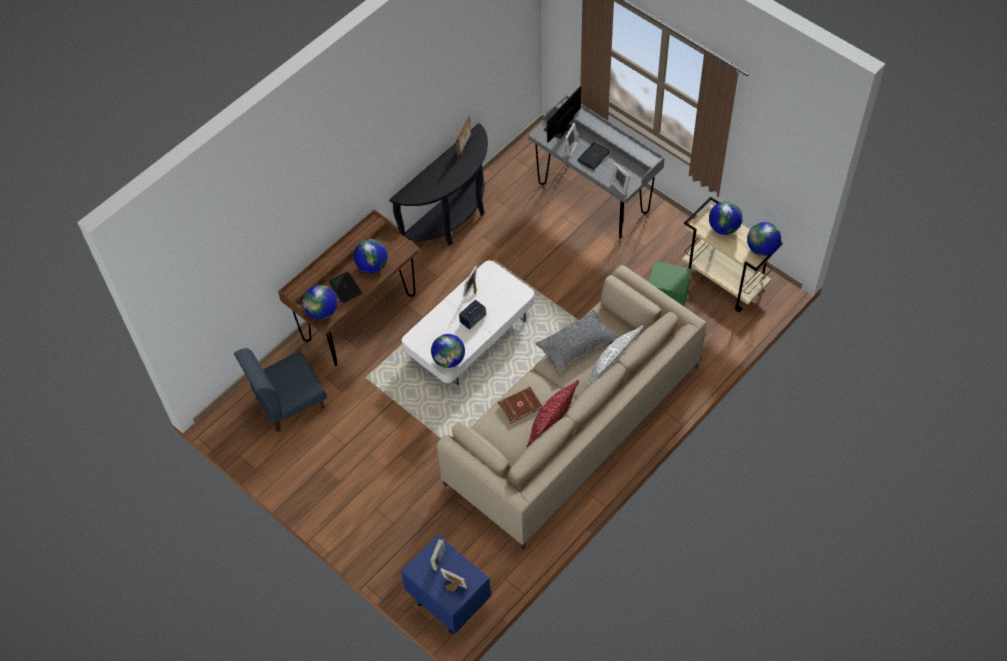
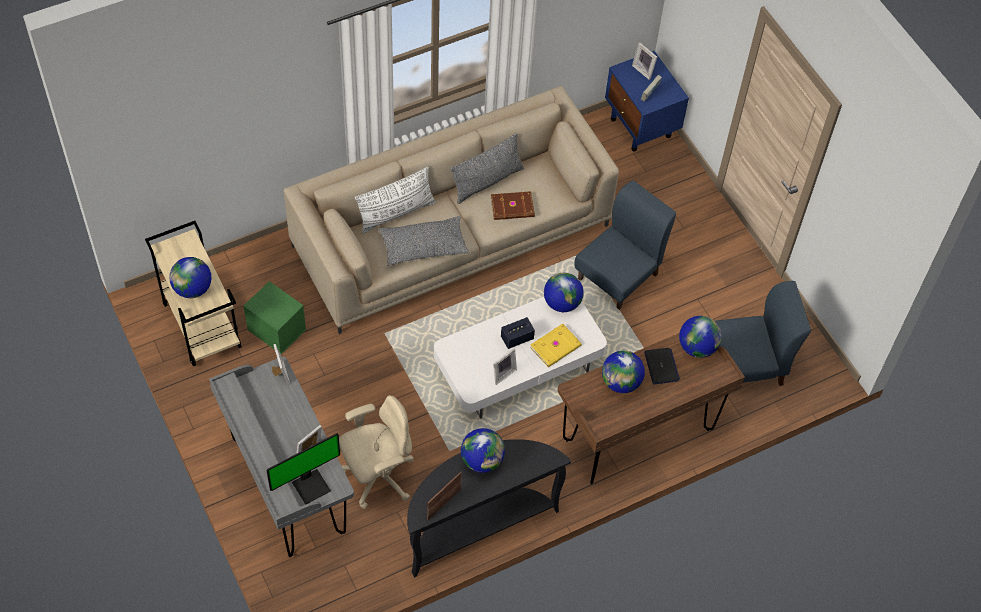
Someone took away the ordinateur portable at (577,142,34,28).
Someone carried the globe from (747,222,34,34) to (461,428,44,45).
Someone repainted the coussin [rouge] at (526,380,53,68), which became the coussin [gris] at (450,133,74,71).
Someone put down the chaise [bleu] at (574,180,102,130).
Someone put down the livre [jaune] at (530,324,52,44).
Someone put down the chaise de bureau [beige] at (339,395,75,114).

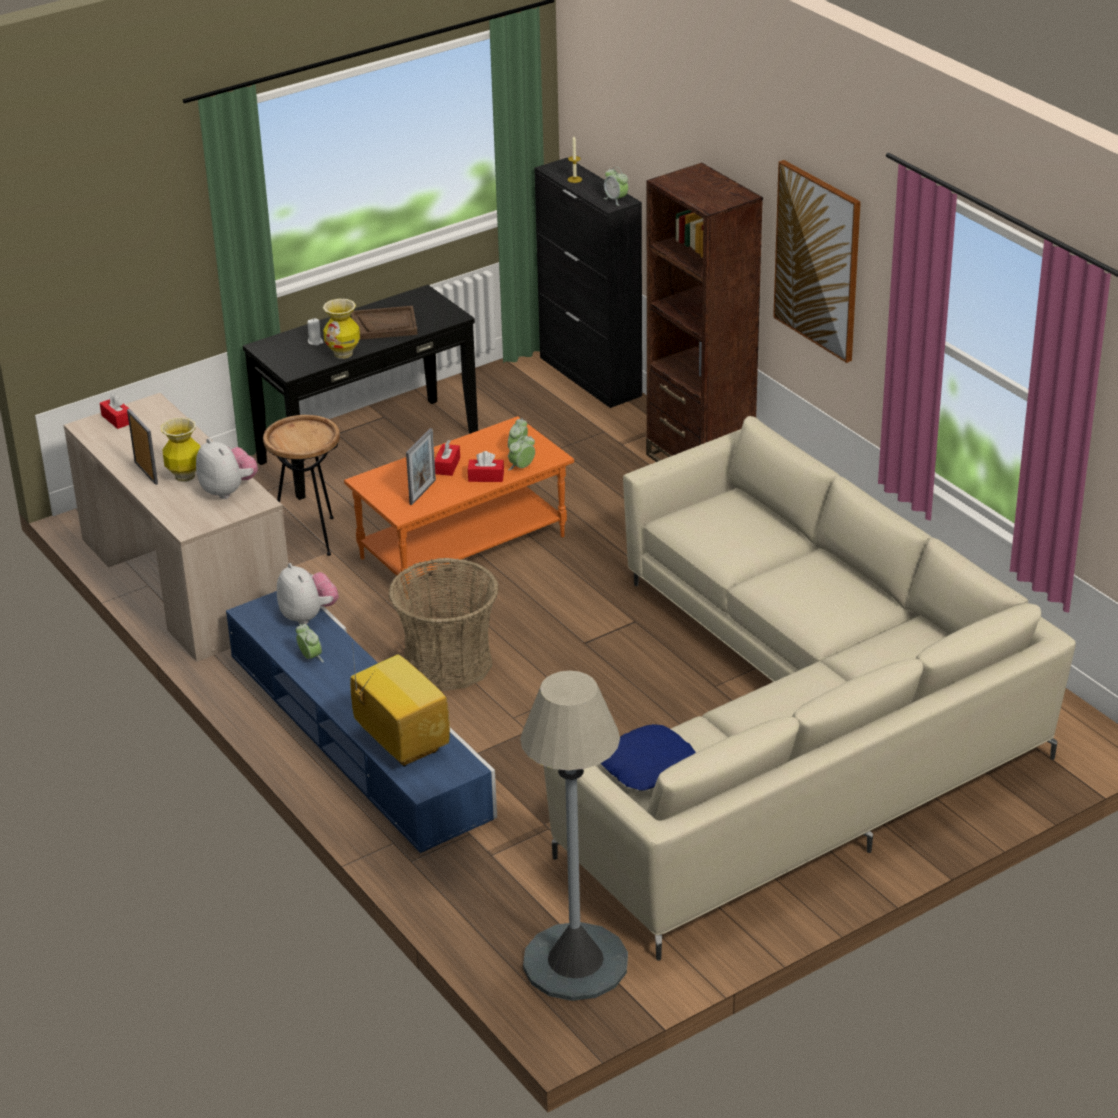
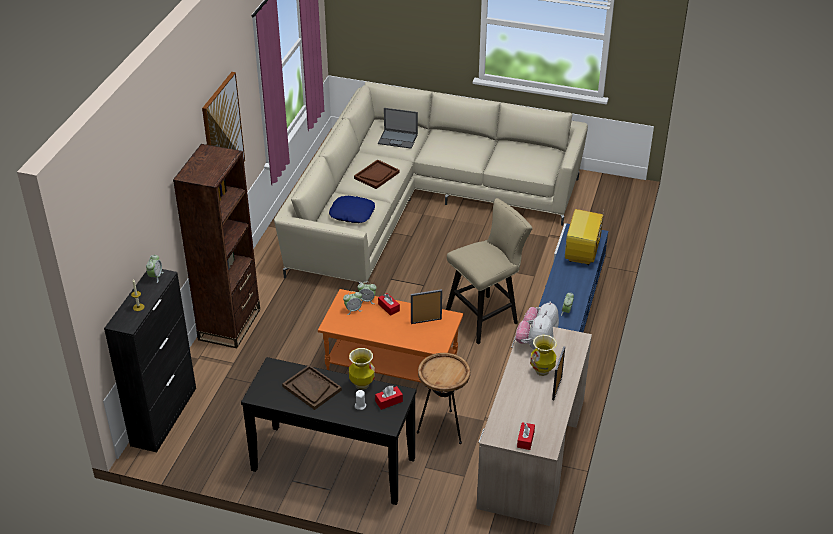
Someone carried the boîte à mouchoirs [rouge] from (435,440,25,36) to (375,386,28,24).
Someone swapped the panier at (388,558,111,133) for the tabouret [beige] at (446,198,87,146).
Someone took away the lampadaire [gris] at (520,671,108,330).
Someone carried the coussin [bleu] from (601,724,95,67) to (329,196,46,27).
Someone put down the ordinateur portable at (378,108,40,41).
Someone put down the plateau [marron] at (354,160,46,29).

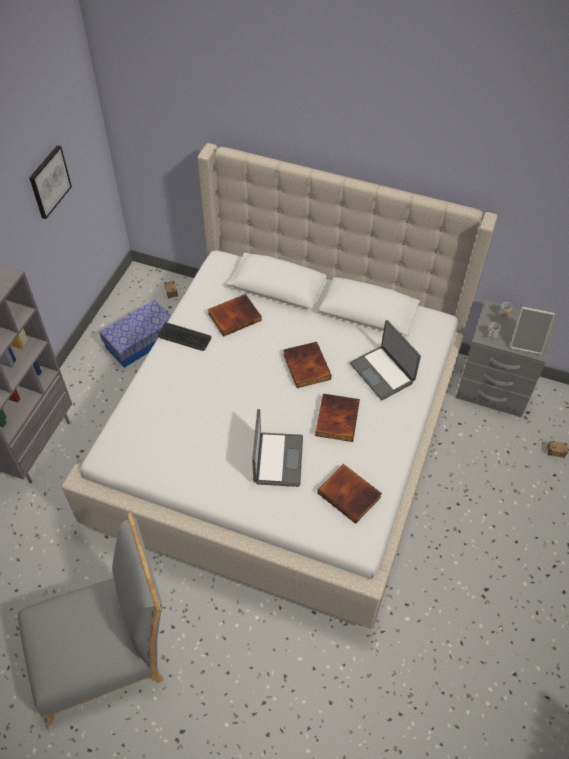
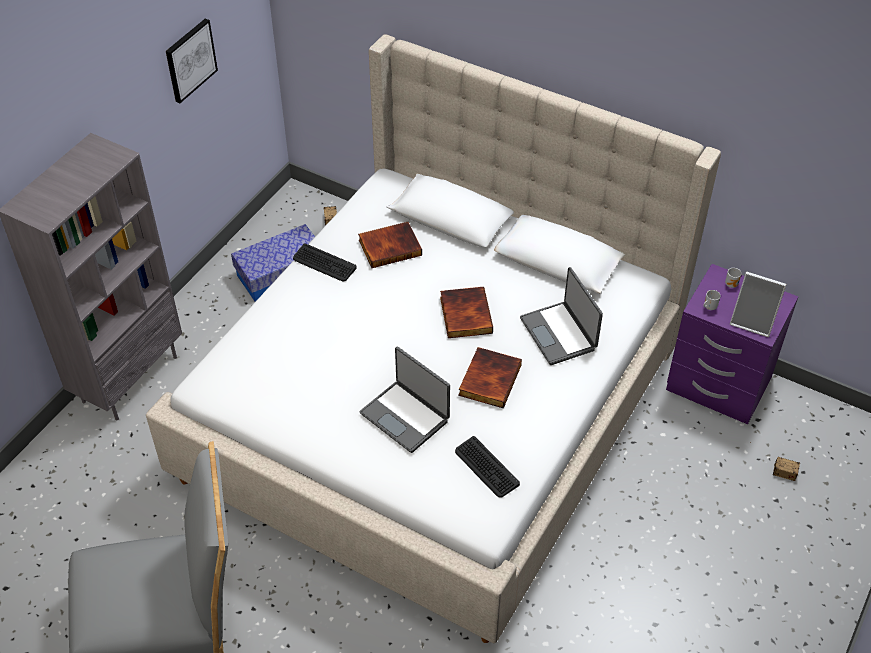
Someone repainted the table de chevet [gris] at (456,299,100,118), which became the table de chevet [violet] at (666,264,132,160).
Someone rotated the ordinateur portable at (252,409,51,78) by 120 degrees clockwise.
Someone swapped the livre at (317,464,65,60) for the clavier at (455,436,65,62).

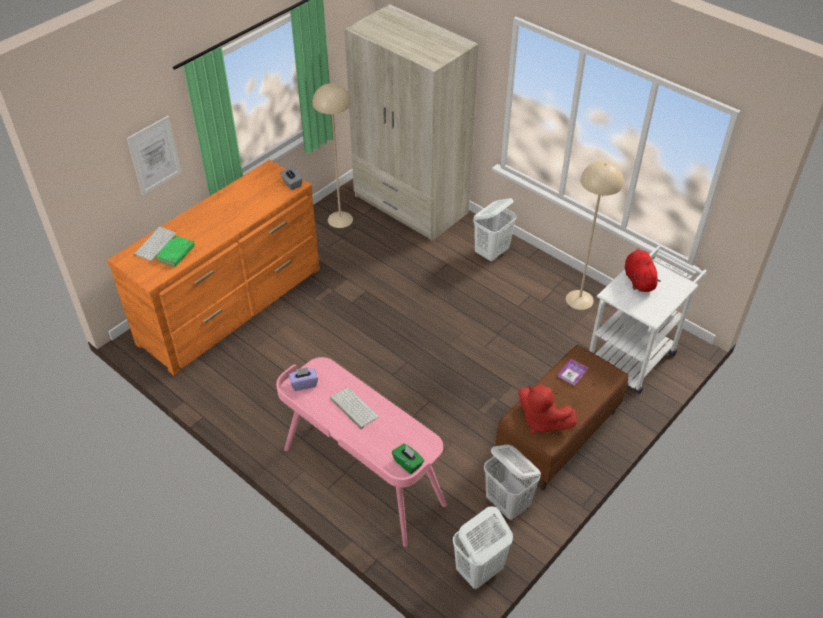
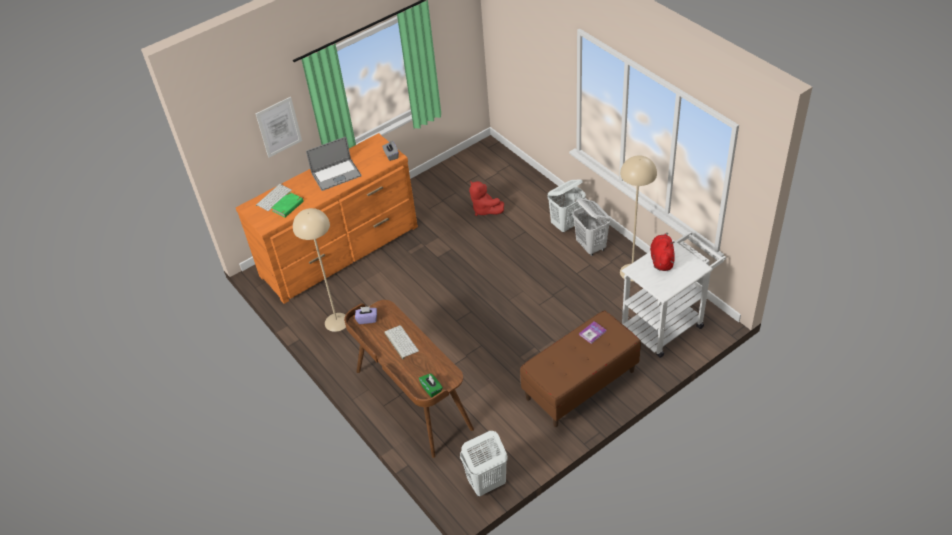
Someone took away the armoire [beige] at (345,4,134,237).
Someone carried the lampadaire [beige] from (312,83,41,145) to (293,208,53,124).
Someone repainted the bureau [rose] at (276,357,171,190), which became the bureau [marron] at (344,300,130,158).
Someone carried the peluche [rouge] from (518,385,60,48) to (469,181,35,35).
Someone carried the panier à linge [blanc] from (484,445,57,76) to (573,198,38,58).
Someone put down the ordinateur portable at (306,137,56,54).

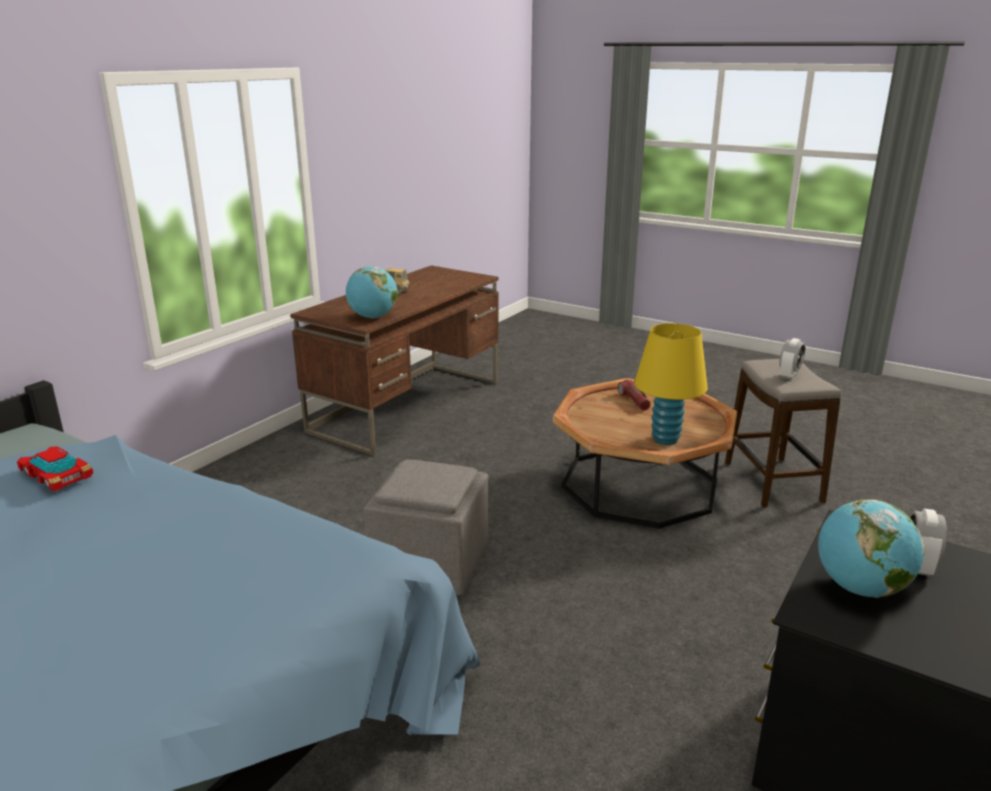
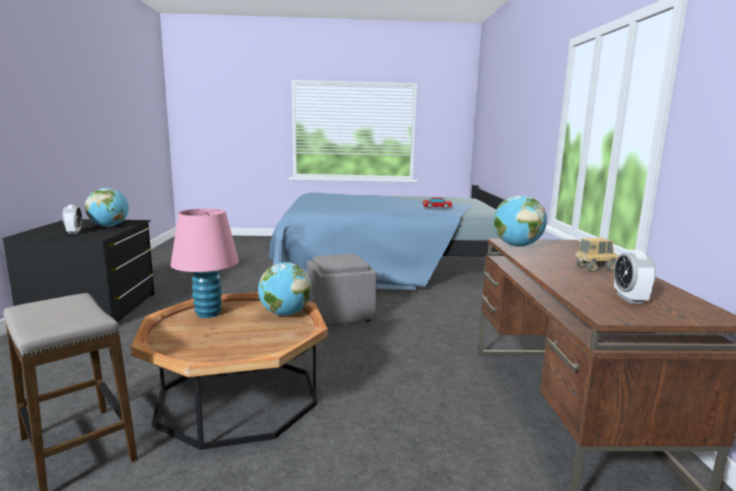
Someone repainted the lampe de table [jaune] at (634,323,74,122), which became the lampe de table [rose] at (171,208,68,110).
Someone carried the réveil from (779,338,27,42) to (614,250,42,54).
Someone took away the lampe de poche at (618,380,33,30).
Someone put down the globe at (258,262,53,54).

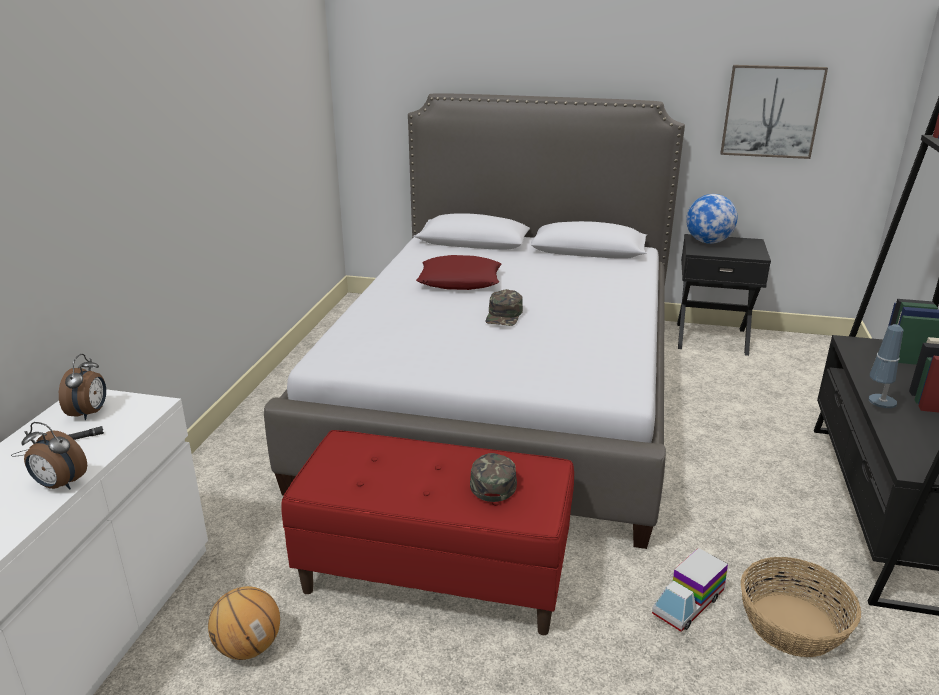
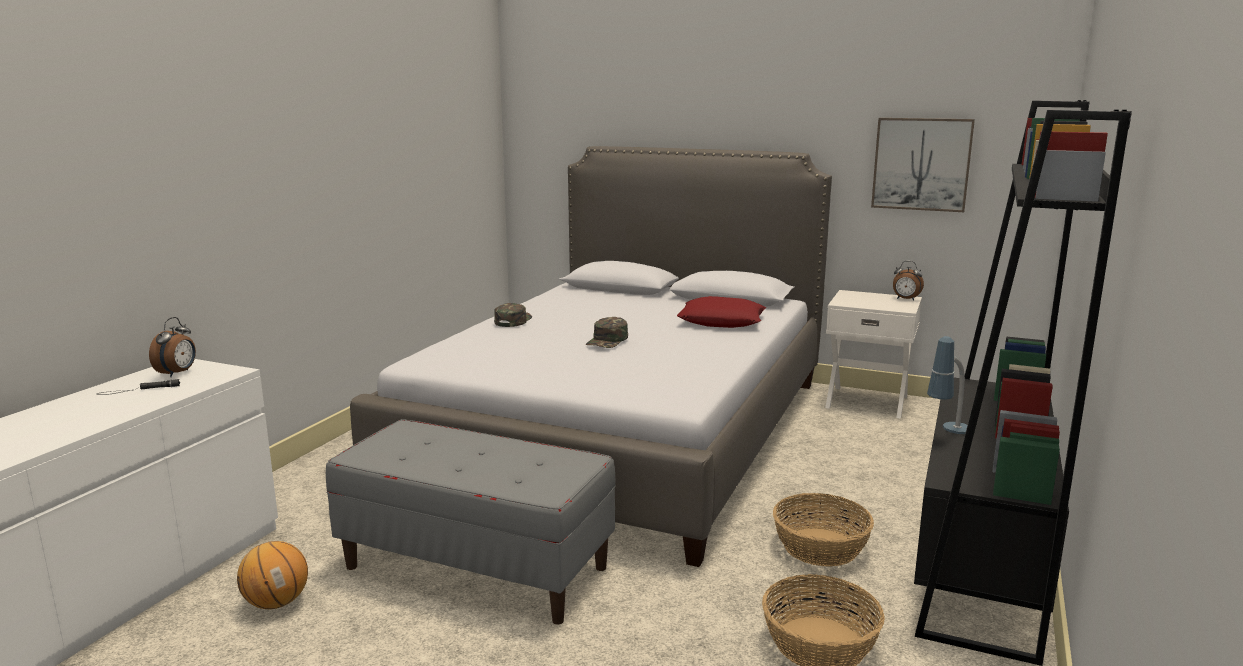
Someone took away the globe at (686,194,52,50).
Someone repainted the table de chevet [noir] at (677,234,94,122), which became the table de chevet [blanc] at (825,290,97,129).
Someone carried the coussin [rouge] from (416,255,86,35) to (677,296,89,32).
Someone carried the réveil from (21,422,66,67) to (893,261,31,40).
Someone repainted the banc [rouge] at (281,430,293,205), which became the banc [gris] at (326,419,290,205).
Someone carried the casquette [vert] from (470,453,47,49) to (494,303,38,24).
Someone took away the camion jouet at (652,548,76,84).
Someone put down the panier at (773,493,101,74).

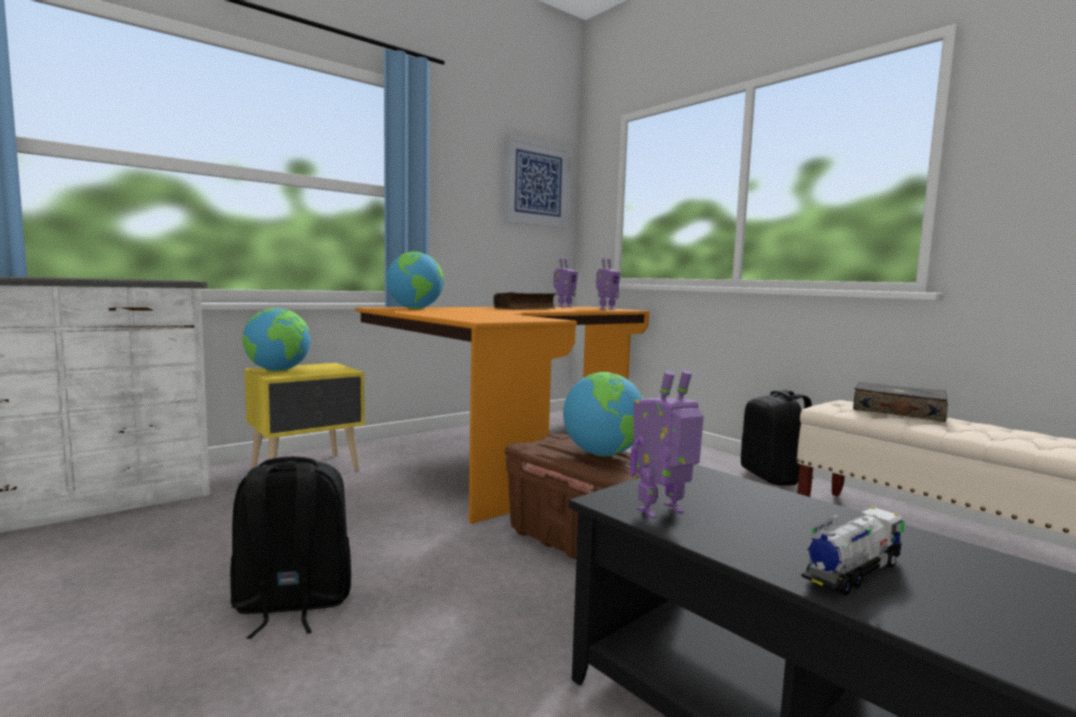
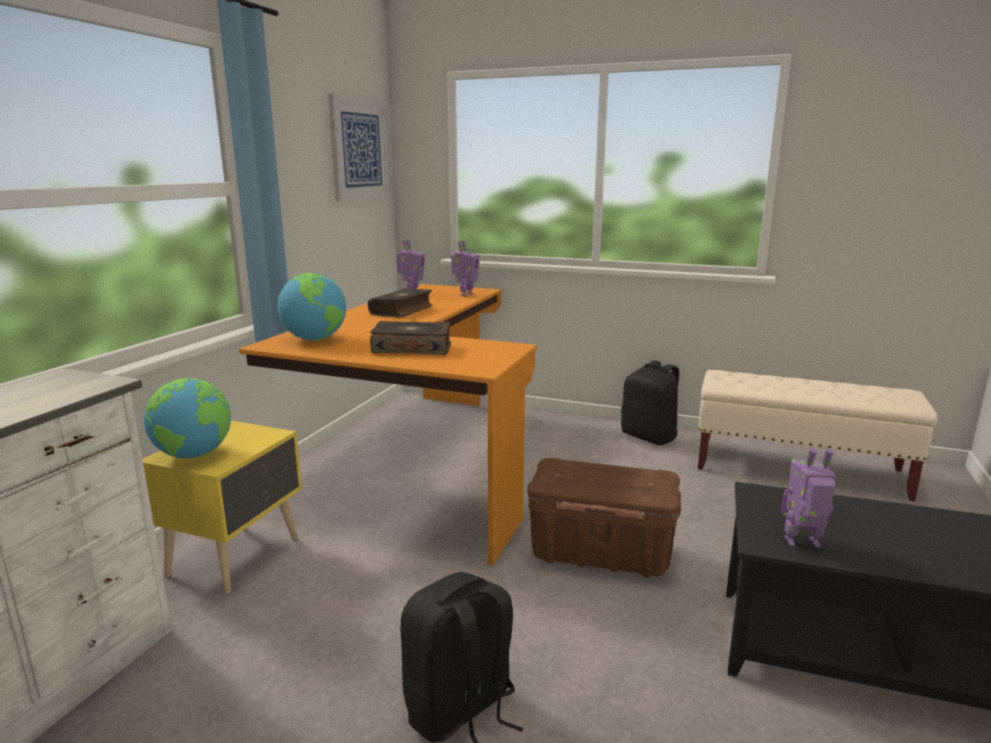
Someone rotated the robot jouet at (630,370,74,148) by 60 degrees clockwise.
Someone took away the globe at (563,372,81,84).
Someone carried the livre from (853,382,95,40) to (370,321,81,34).
Someone took away the camion jouet at (801,506,104,90).

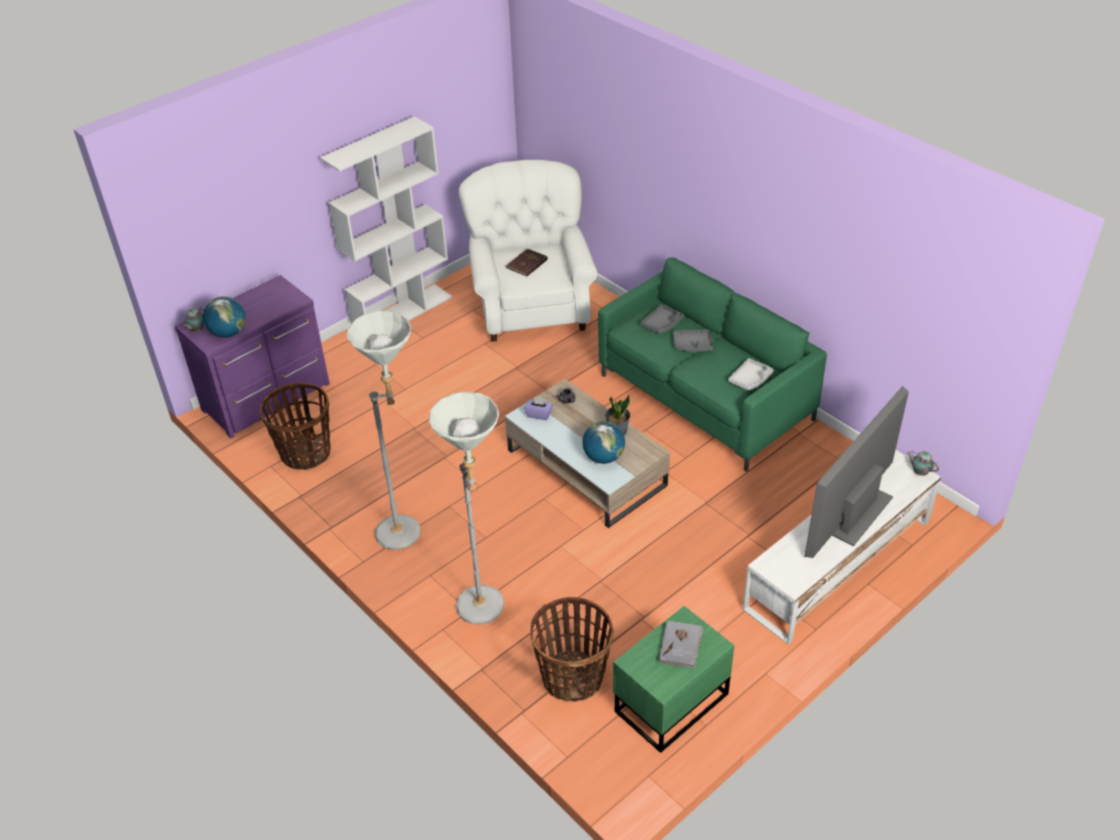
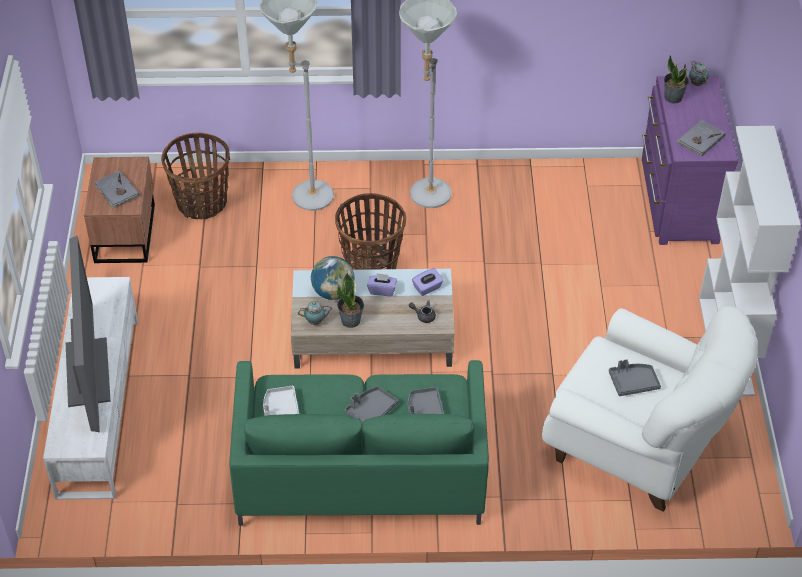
Someone swapped the livre [marron] at (505,248,43,29) for the plateau [gris] at (609,359,52,37).
Someone swapped the globe at (203,296,43,42) for the plante en pot at (664,56,25,48).
Someone carried the panier from (259,383,72,87) to (335,193,71,77).
Someone carried the théière from (907,451,32,25) to (298,301,35,24).
Someone repainted the table de chevet [vert] at (613,606,121,147), which became the table de chevet [marron] at (84,157,71,106).
Someone put down the livre [gris] at (676,120,50,36).
Someone put down the boîte à mouchoirs [violet] at (367,273,30,23).

